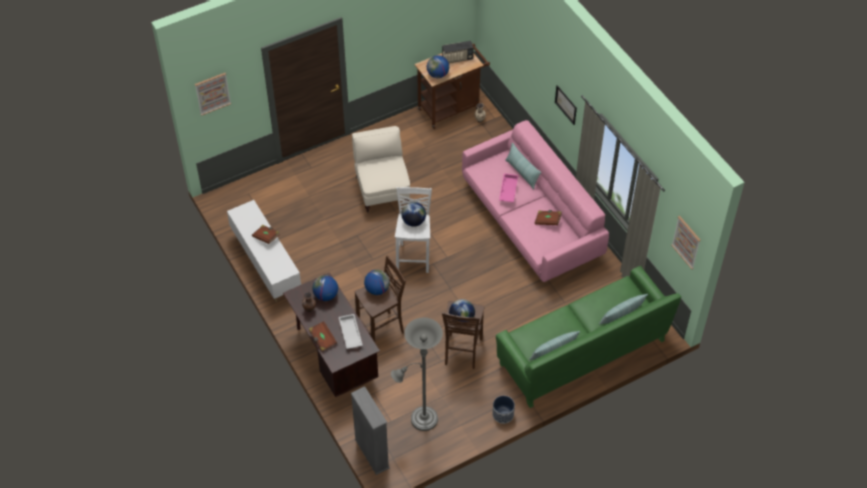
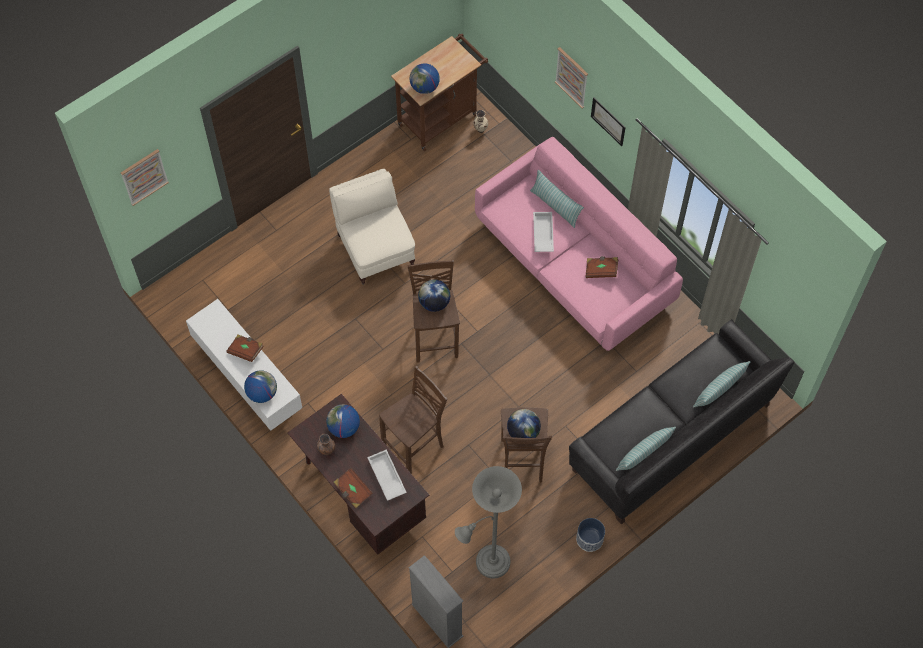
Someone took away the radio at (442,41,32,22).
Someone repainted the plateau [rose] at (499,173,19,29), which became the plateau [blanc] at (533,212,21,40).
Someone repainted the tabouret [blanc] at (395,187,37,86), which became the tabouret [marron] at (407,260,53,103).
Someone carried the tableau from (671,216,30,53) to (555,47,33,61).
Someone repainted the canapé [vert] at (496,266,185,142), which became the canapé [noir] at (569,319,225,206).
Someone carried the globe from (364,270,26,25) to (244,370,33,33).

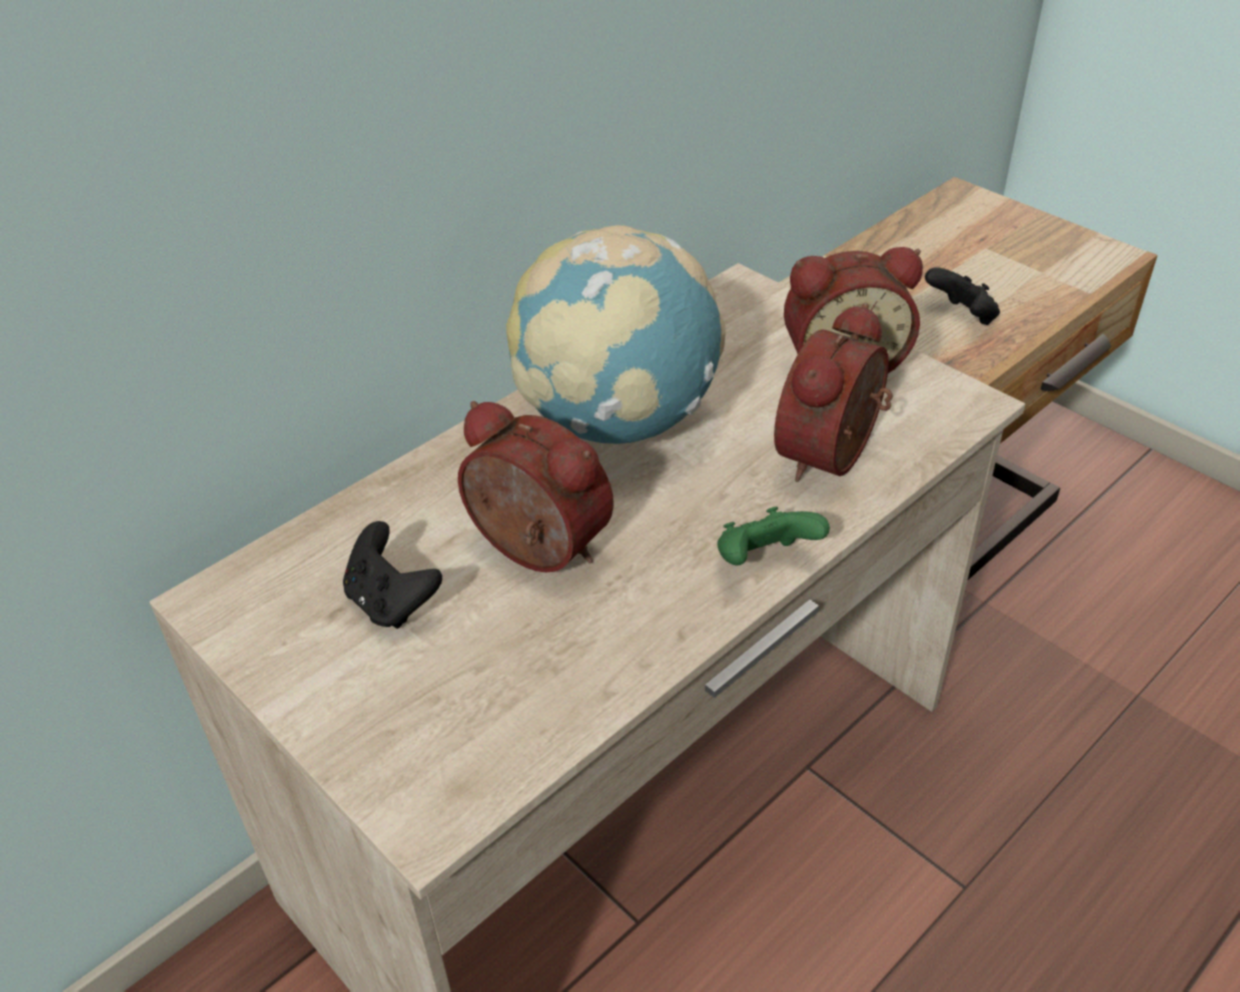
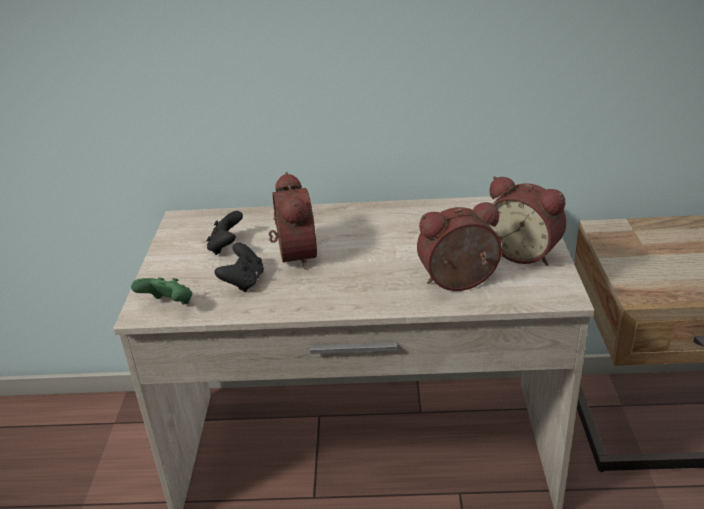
Someone took away the globe at (506,225,220,219).
Someone carried the manette [noir] from (925,267,75,58) to (215,243,49,49).
Someone carried the manette [vert] from (717,507,113,58) to (131,277,61,28).

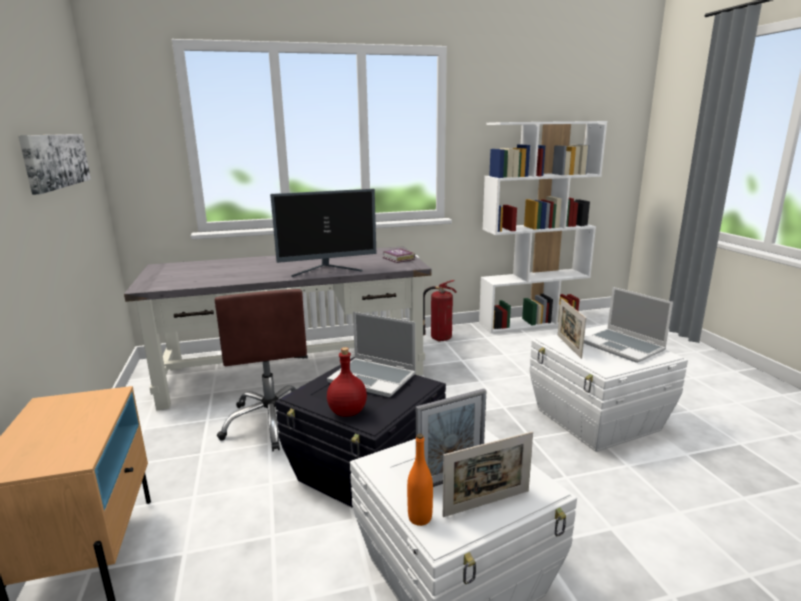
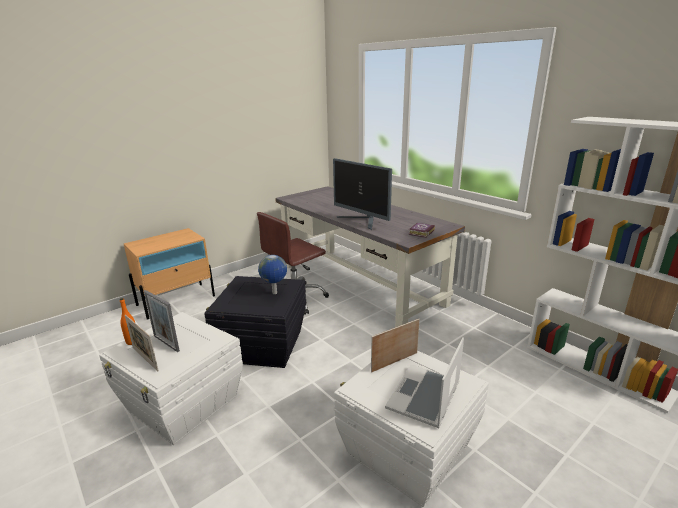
Someone took away the tableau at (18,134,73,61).
Someone took away the extincteur at (423,280,34,62).
Someone swapped the ordinateur portable at (327,312,89,85) for the globe at (258,255,29,39).
Someone took away the bouteille [rouge] at (327,347,40,70).

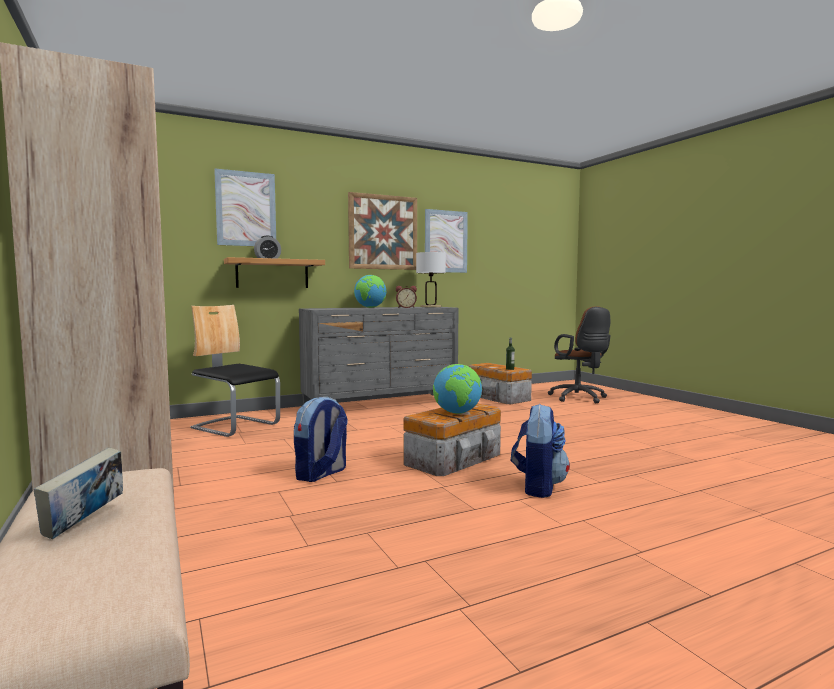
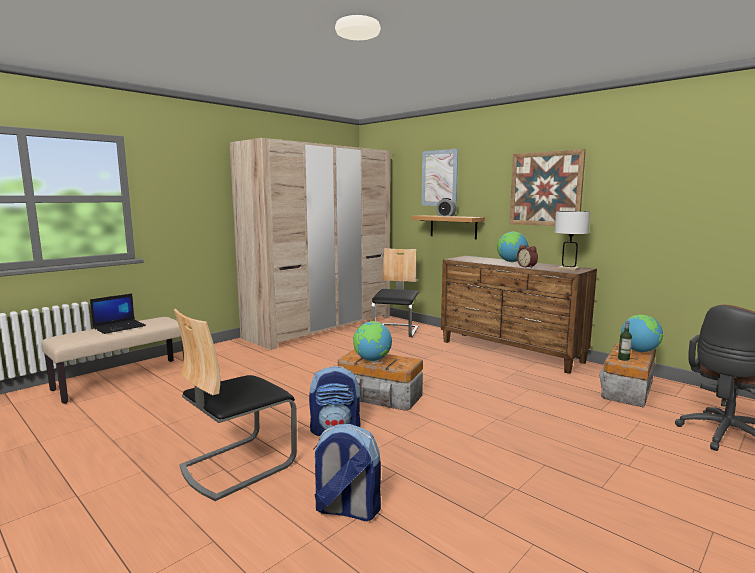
Someone took away the tableau at (425,209,43,64).
Someone repainted the commode [gris] at (299,307,159,97), which became the commode [marron] at (441,256,156,118).
Someone carried the sac à dos from (294,397,54,85) to (313,424,68,97).
Someone swapped the livre at (34,448,89,91) for the ordinateur portable at (90,294,56,40).
Someone put down the chaise at (174,309,123,192).
Someone put down the globe at (621,315,42,37).

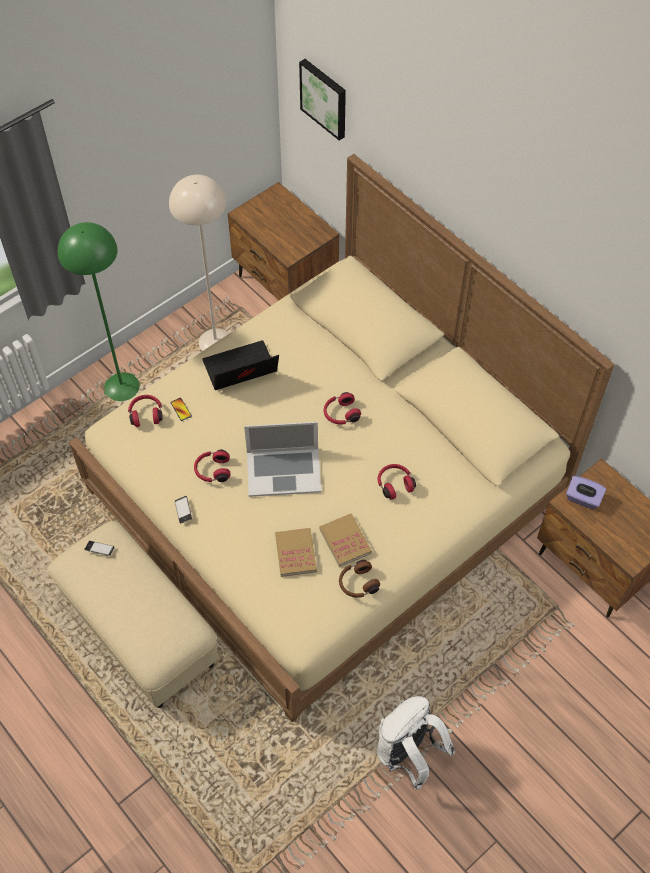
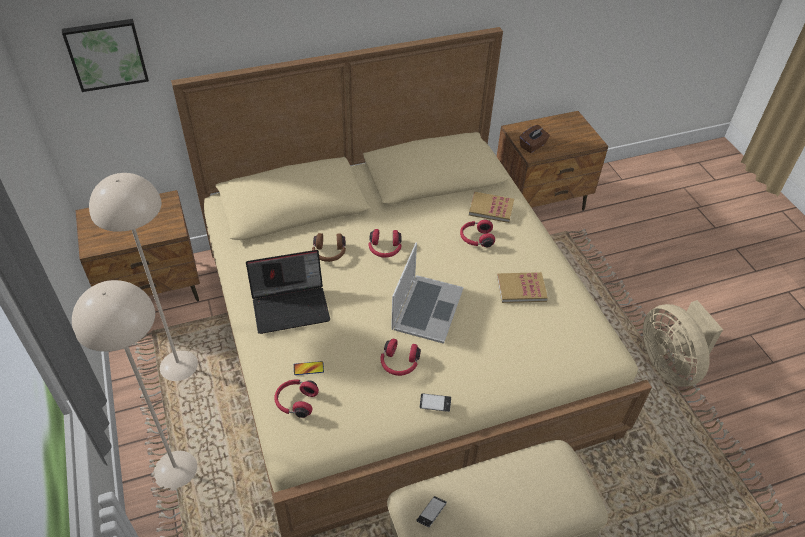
Someone repainted the lampadaire [vert] at (58,222,81,179), which became the lampadaire [beige] at (72,280,125,211).
Someone rotated the ordinateur portable at (202,340,77,50) by 105 degrees counterclockwise.
Someone repainted the boîte à mouchoirs [violet] at (566,476,40,34), which became the boîte à mouchoirs [marron] at (520,125,30,28).
Someone carried the livre from (275,528,42,49) to (469,192,45,31).
Someone carried the casque audio [marron] from (339,560,41,38) to (312,233,34,29).
Someone swapped the sac à dos [blanc] at (377,696,78,94) for the ventilateur [beige] at (643,300,80,87).

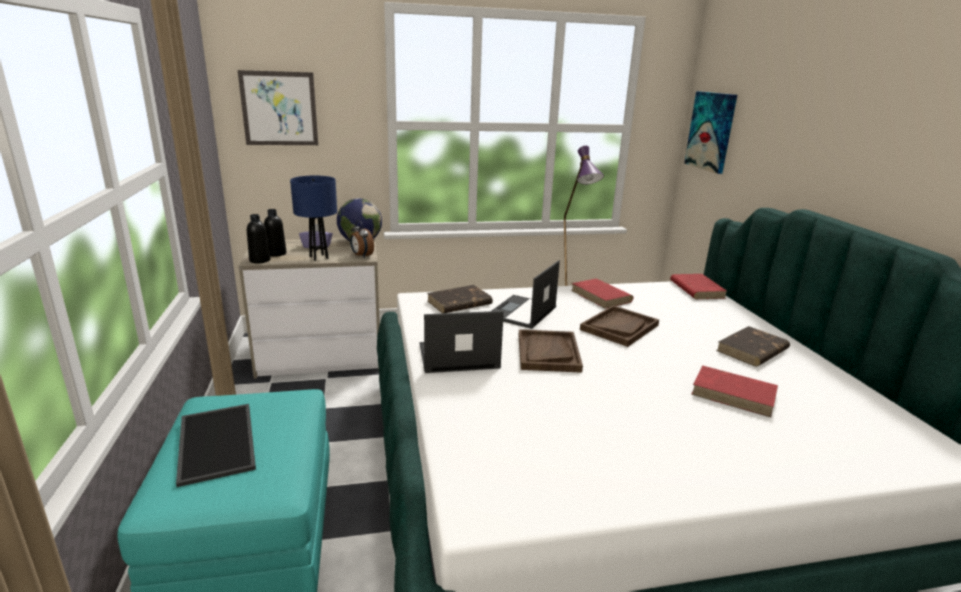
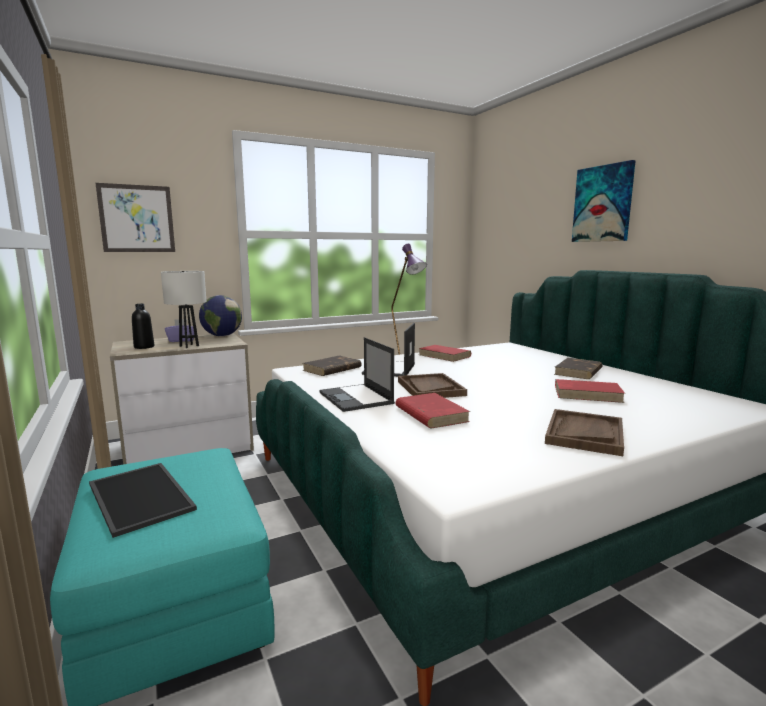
Someone carried the tableau from (684,91,53,83) to (572,160,64,82).
Someone repainted the lampe de table [bleu] at (290,176,47,85), which became the lampe de table [blanc] at (161,271,46,77).
Someone took away the bouteille [noir] at (247,214,23,49).
Someone took away the réveil at (350,220,24,38).
Someone carried the livre [rouge] from (670,274,57,25) to (396,393,74,35).
Someone carried the plateau [marron] from (580,305,79,42) to (545,409,79,47).
Someone rotated the ordinateur portable at (419,311,85,62) by 90 degrees counterclockwise.

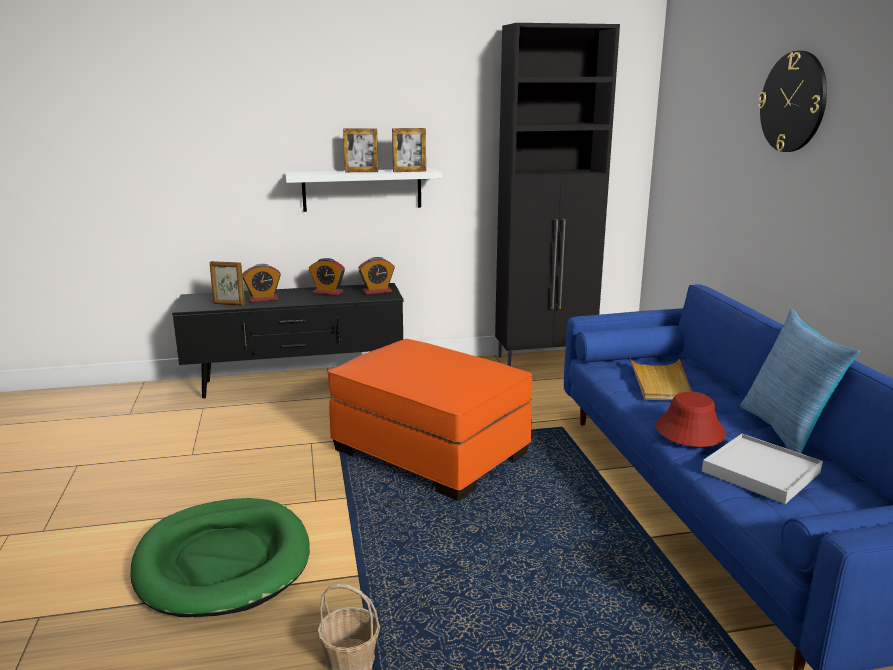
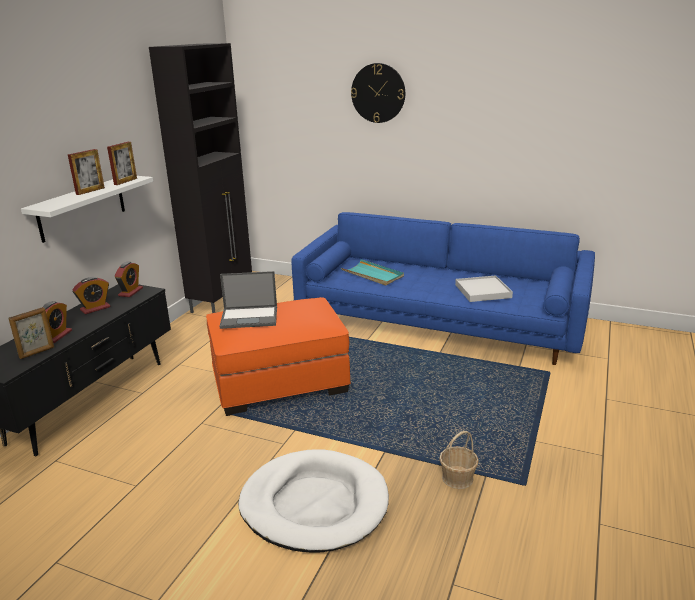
Someone took away the coussin at (740,309,121,145).
Someone repainted the plateau [beige] at (630,358,62,42), which became the plateau [turquoise] at (341,259,63,27).
Someone took away the chapeau [rouge] at (656,391,70,56).
Someone repainted the panier pour chien [vert] at (130,498,180,119), which became the panier pour chien [blanc] at (238,449,151,103).
Someone put down the ordinateur portable at (219,271,58,58).

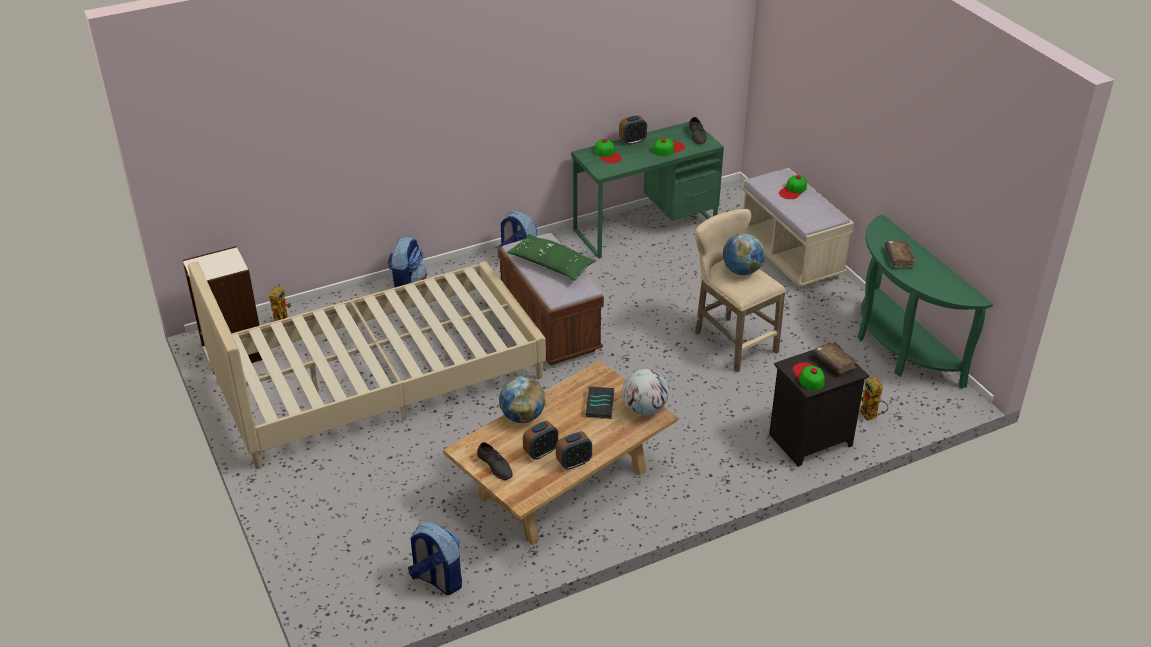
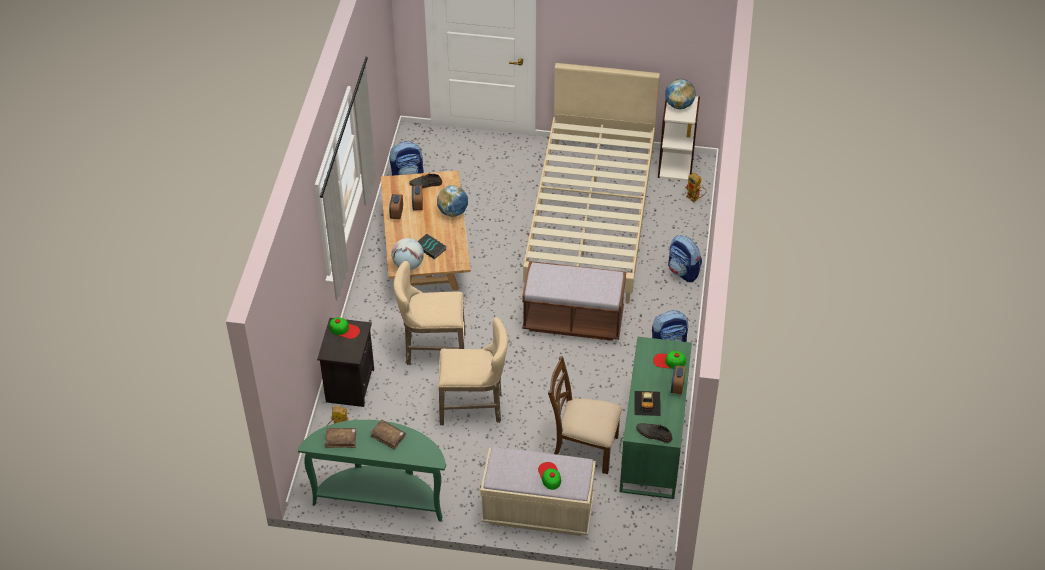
Someone swapped the casquette at (653,138,32,18) for the petite voiture at (635,391,26,25).
Someone carried the globe from (723,233,42,42) to (665,79,31,31).
Someone took away the coussin [vert] at (507,234,90,47).
Someone carried the livre [marron] from (813,342,44,32) to (325,428,31,20).
Someone put down the tabouret [beige] at (394,261,72,104).
Someone put down the chaise [marron] at (548,356,74,118).

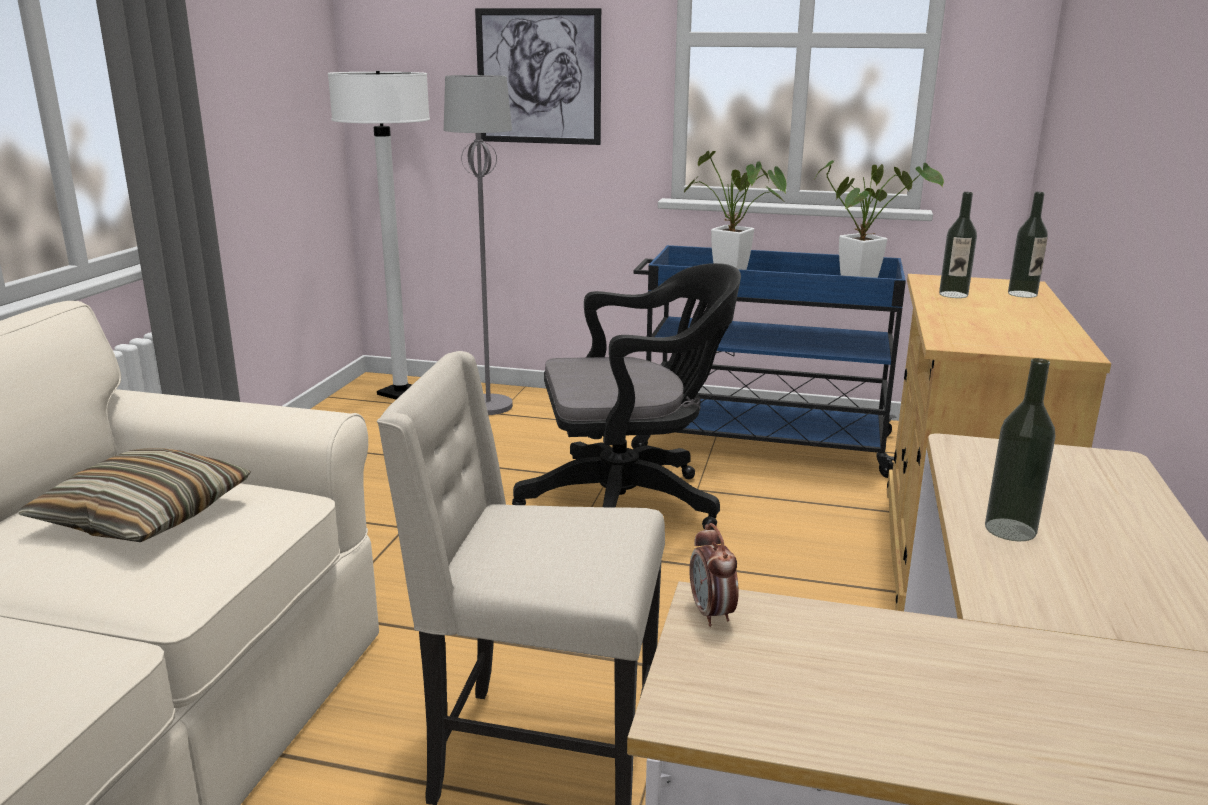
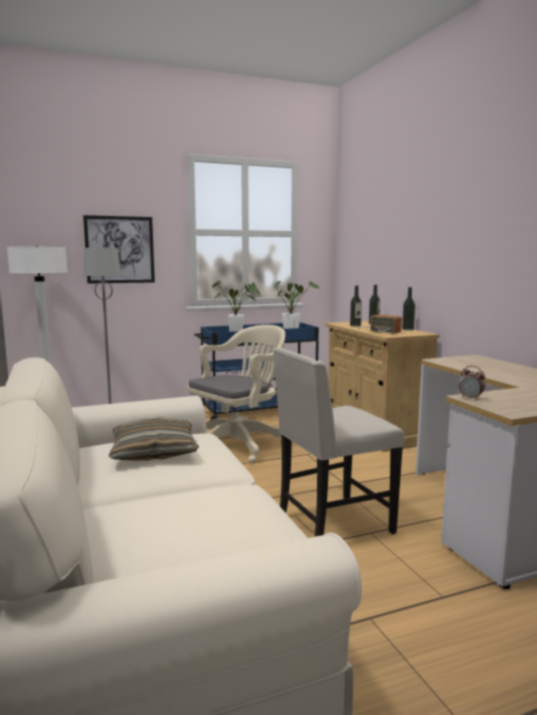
Someone repainted the chaise de bureau [noir] at (512,263,229,267), which became the chaise de bureau [beige] at (187,325,98,138).
Someone carried the bouteille from (985,358,70,183) to (402,287,13,44).
Someone put down the radio at (358,315,44,19).

